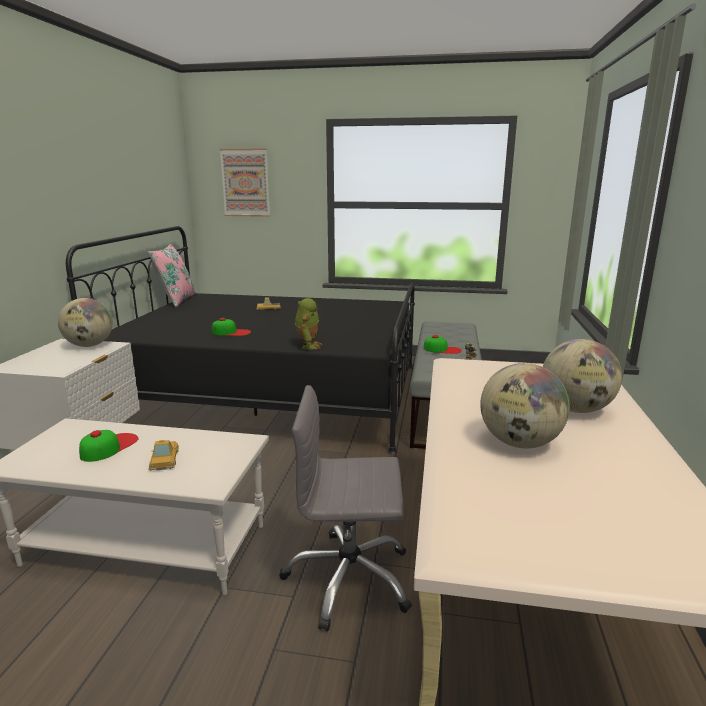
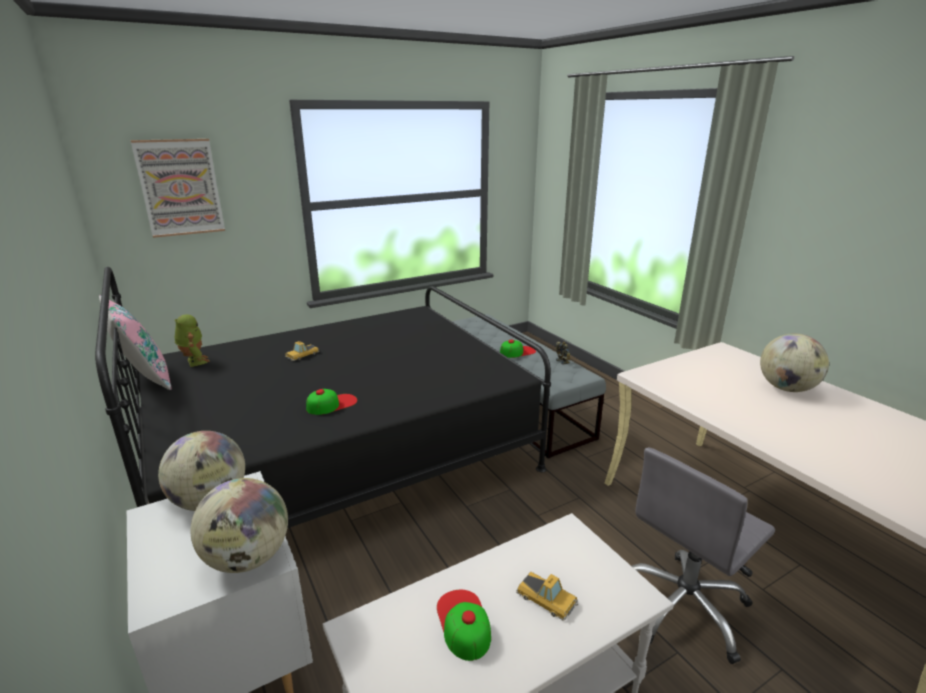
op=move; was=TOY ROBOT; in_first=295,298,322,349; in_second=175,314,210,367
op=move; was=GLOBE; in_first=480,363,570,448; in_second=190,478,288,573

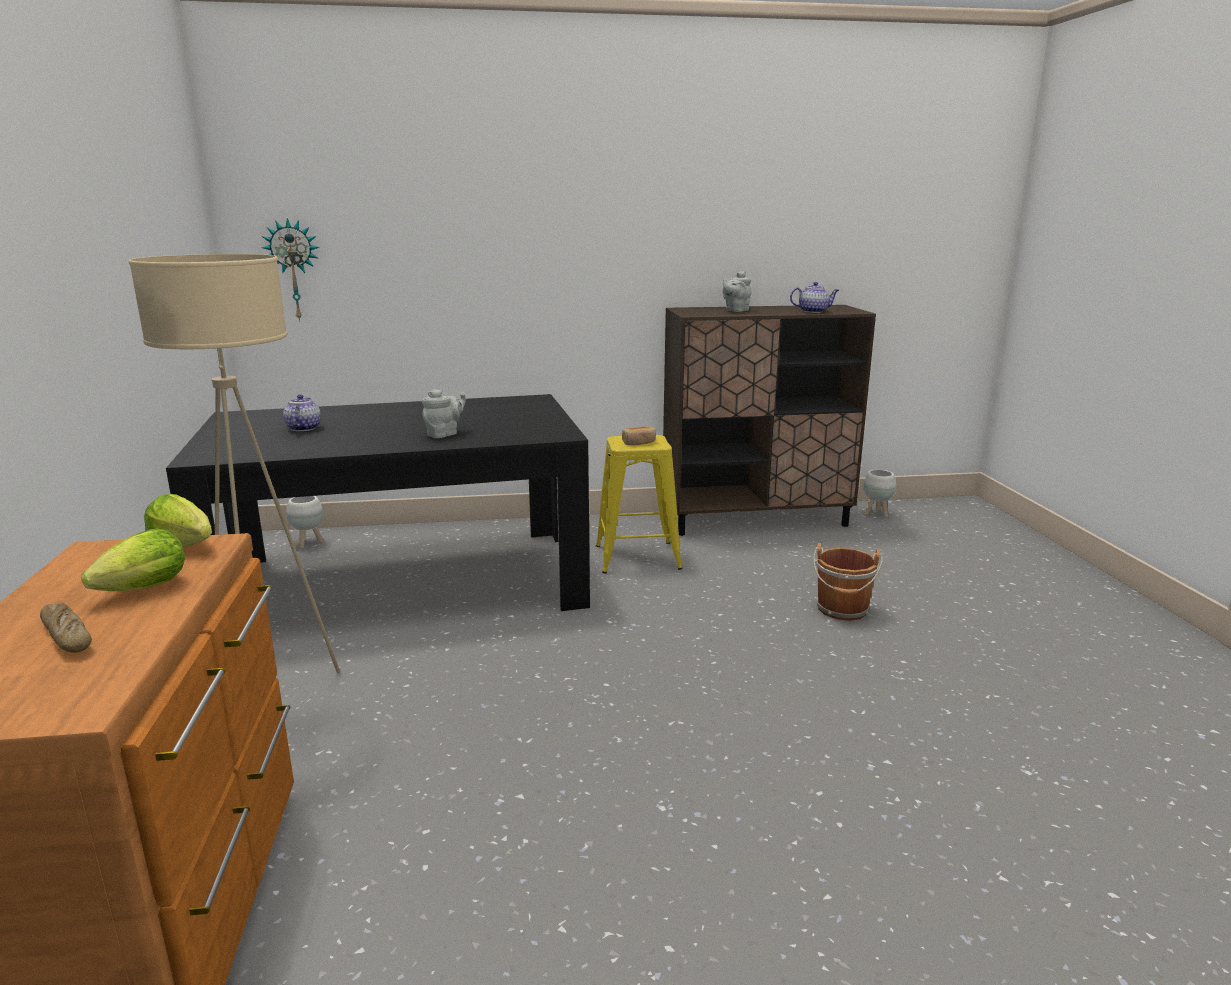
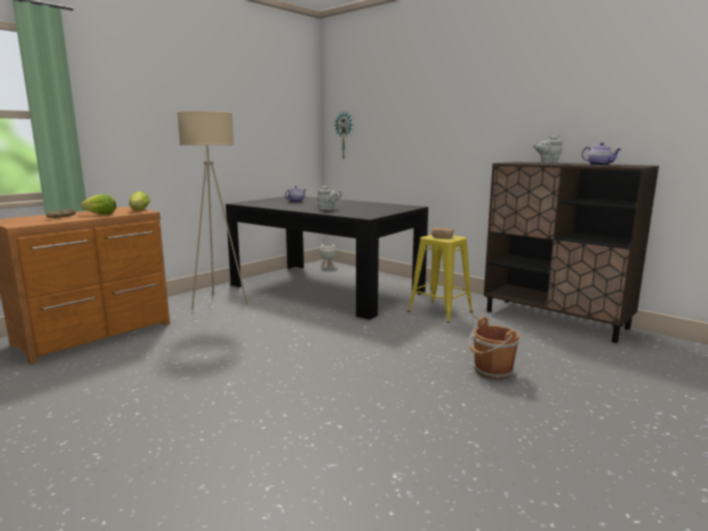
op=delete; was=WHITE PLANTER; in_first=863,469,896,517

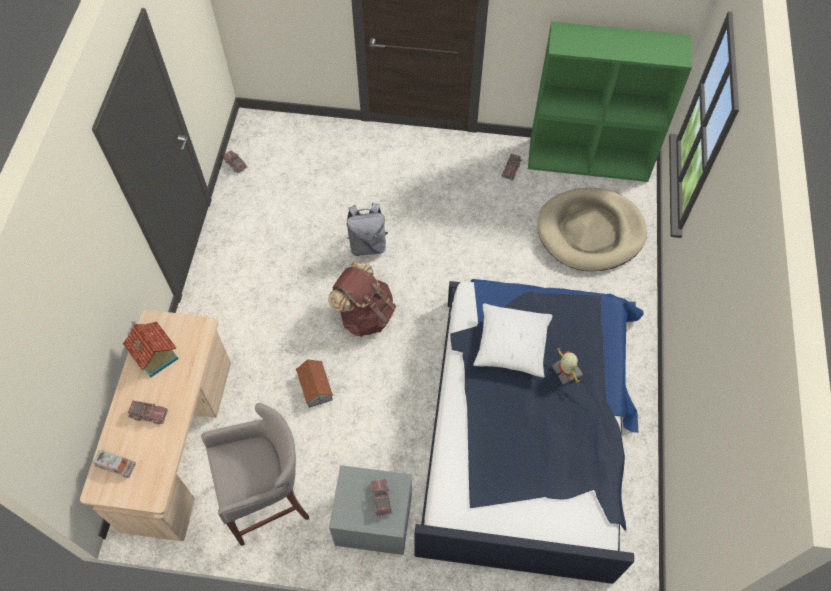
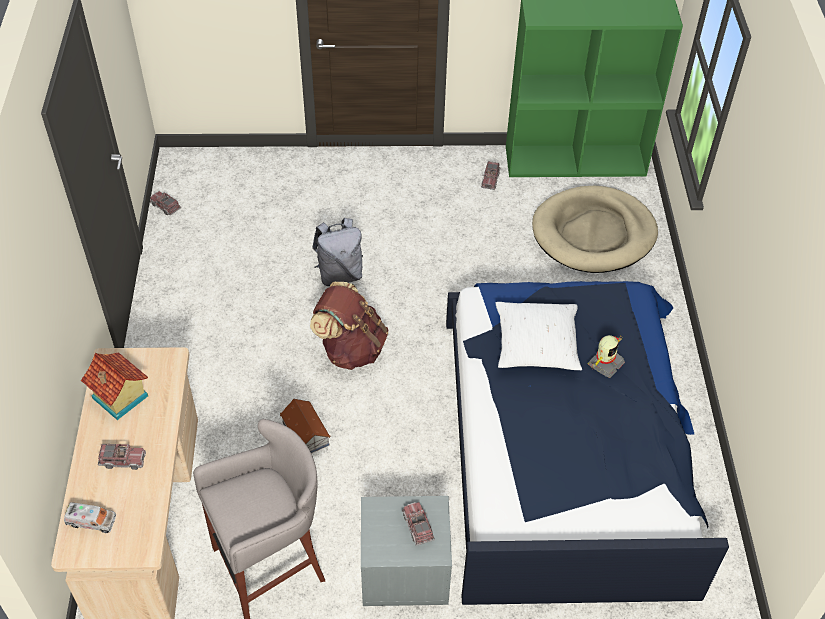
op=rotate; was=TOY ROBOT; in_first=552,347,583,384; in_second=588,335,625,378; clockwise=75

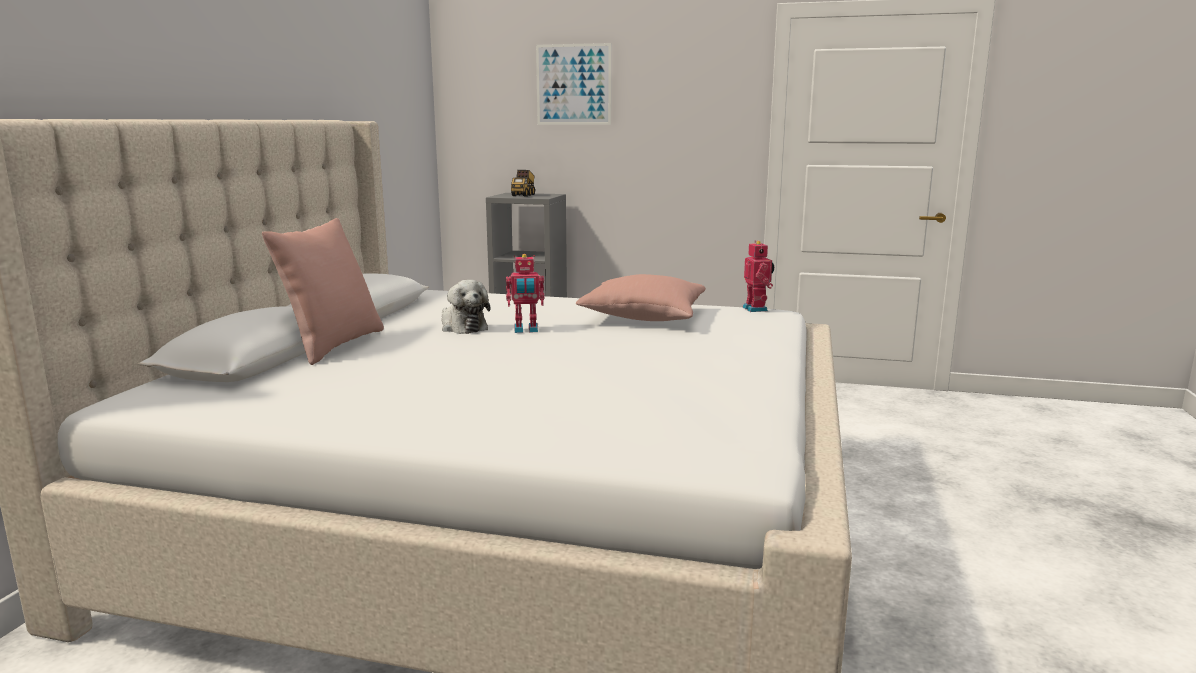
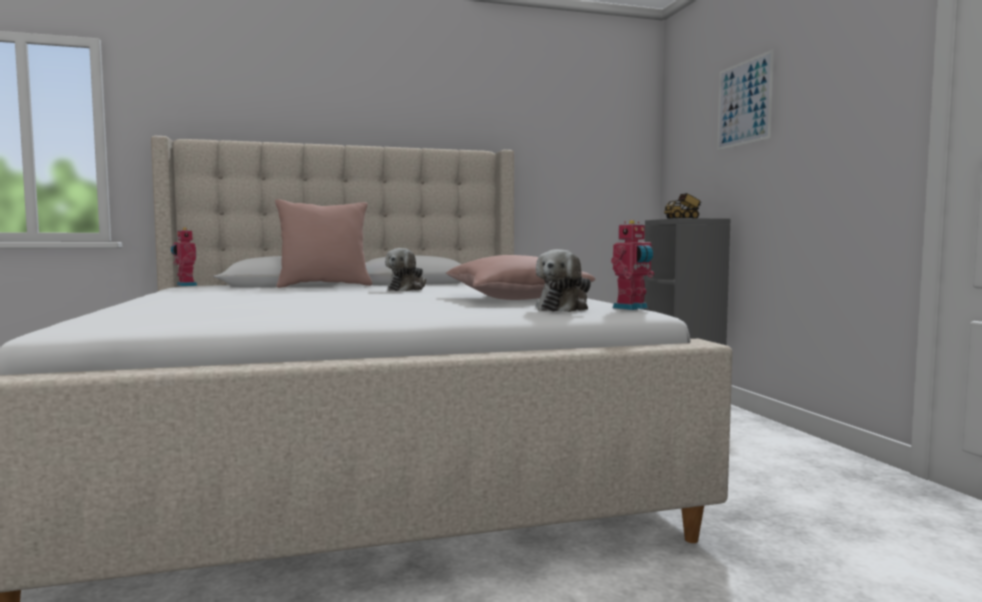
op=move; was=TOY ROBOT; in_first=506,254,545,333; in_second=171,228,197,286
op=insert; now=PLUSH TOY; in_second=536,249,591,312

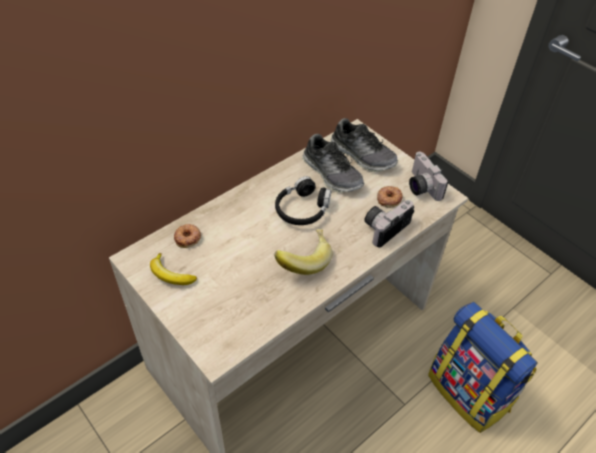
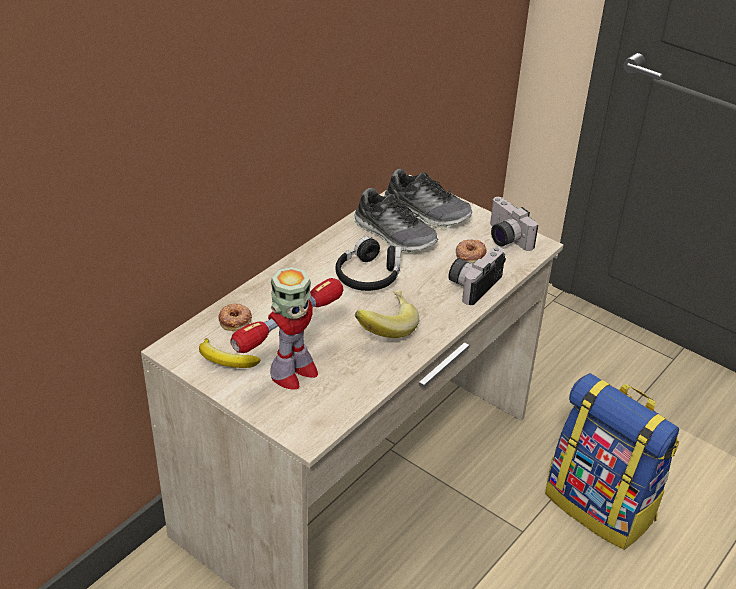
op=insert; now=TOY ROBOT; in_second=230,267,343,390

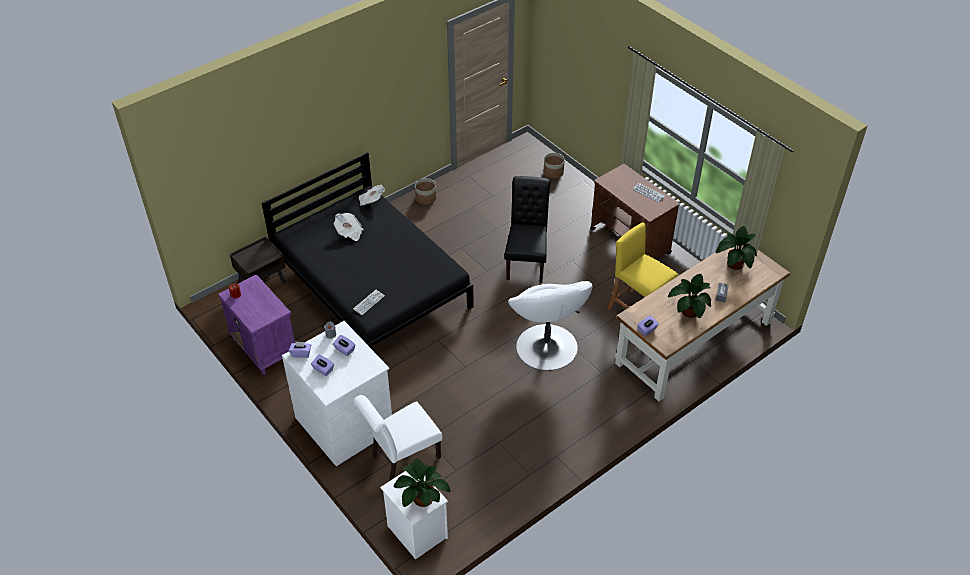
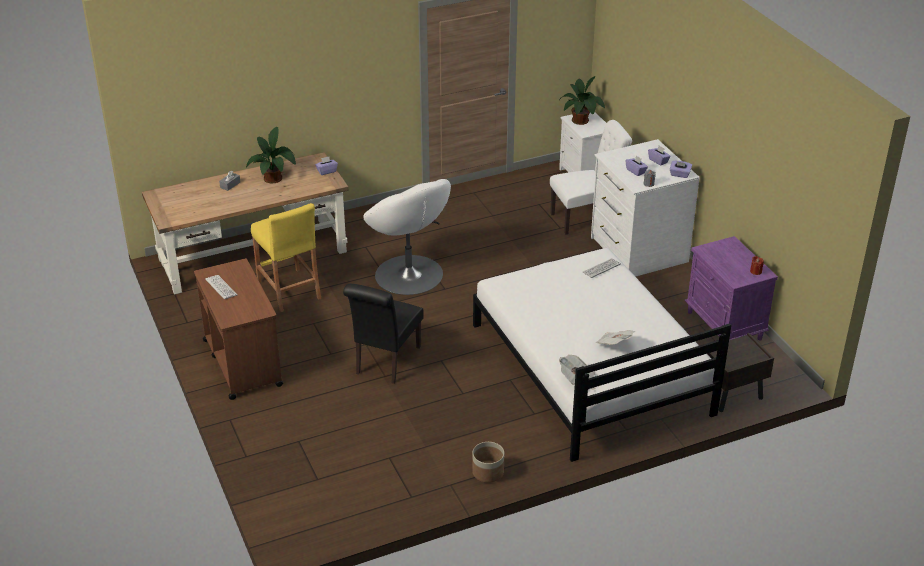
op=recolor; was=BLACK BED; now=WHITE BED; in_first=261,152,474,350; in_second=473,248,731,462
op=delete; was=PLANTER; in_first=544,153,565,178
op=delete; was=POTTED PLANT; in_first=716,226,757,270
op=rotate; was=WHITE ARMCHAIR; in_first=508,281,593,371; in_second=363,179,451,295; clockwise=150

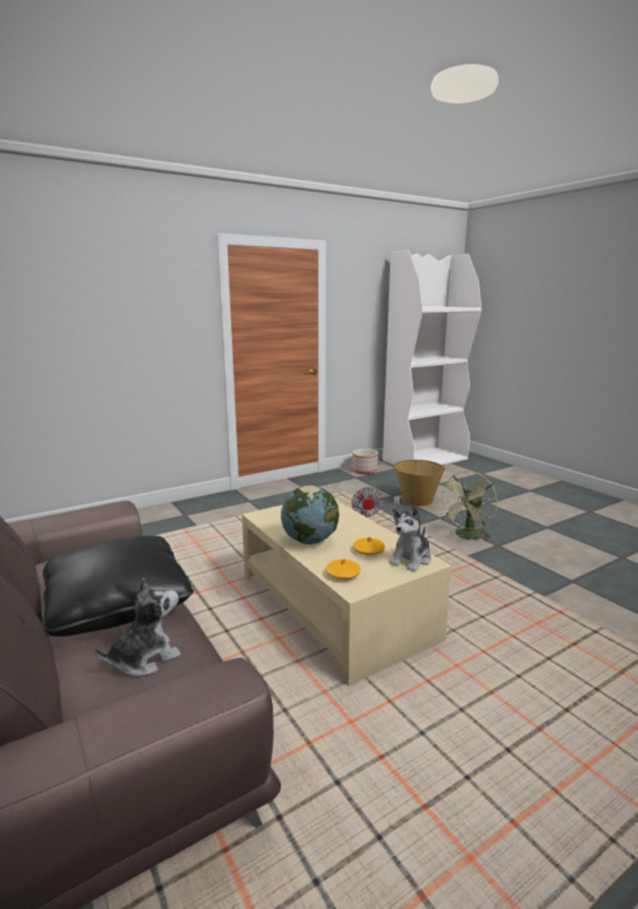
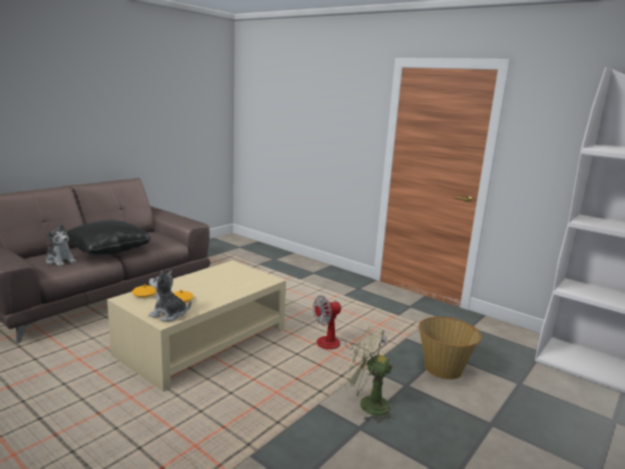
op=delete; was=PLANTER; in_first=352,449,378,474
op=delete; was=GLOBE; in_first=281,485,339,545

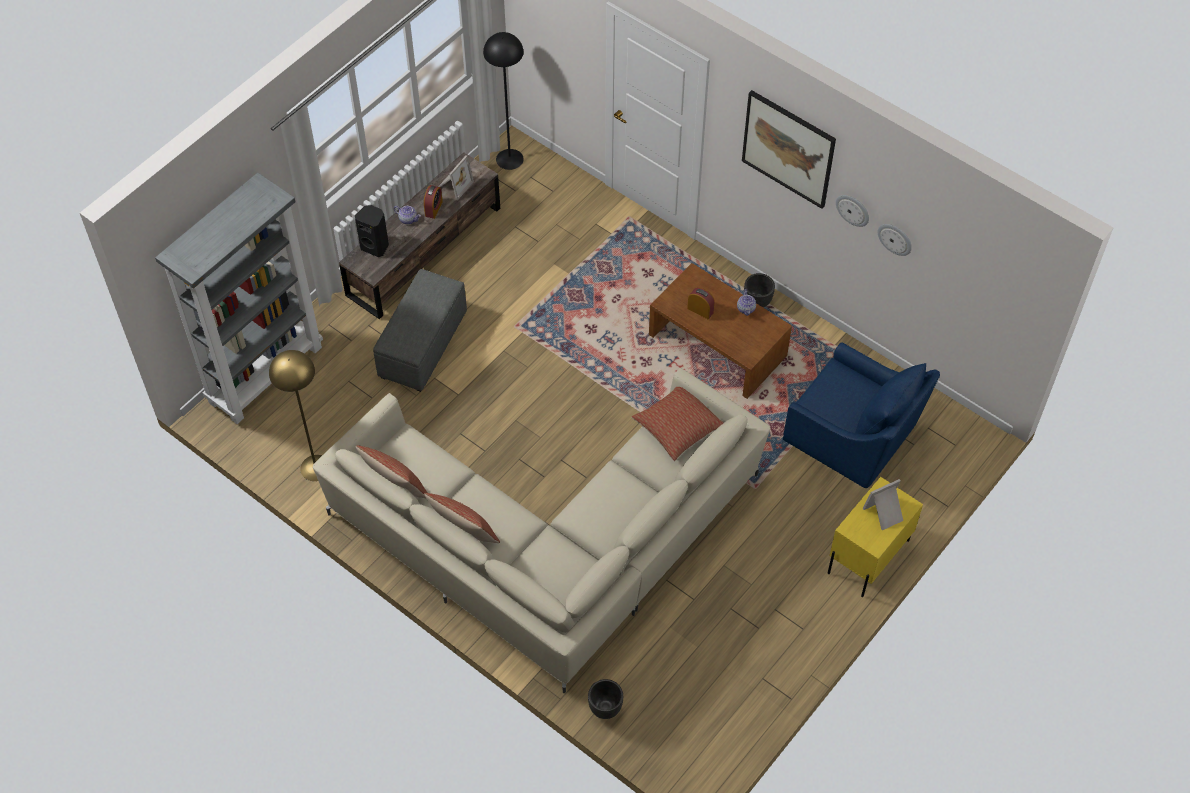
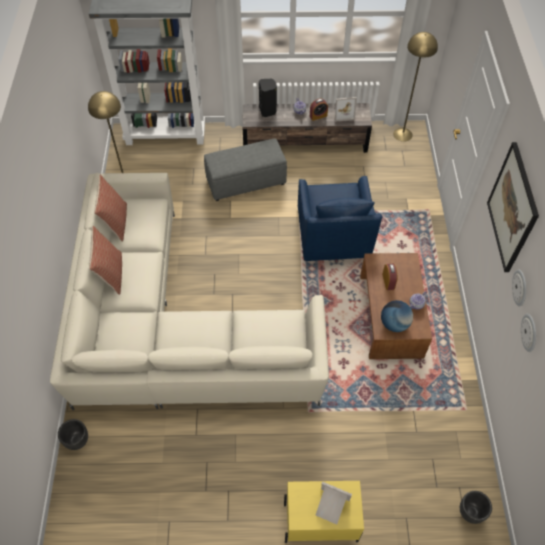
op=recolor; was=BLACK FLOOR LAMP; now=YELLOW FLOOR LAMP; in_first=483,32,524,170; in_second=393,32,438,142
op=move; was=BLACK PLANTER; in_first=744,273,775,307; in_second=460,491,492,524
op=move; was=BLUE ARMCHAIR; in_first=783,342,940,488; in_second=298,176,383,261
op=delete; was=PILLOW; in_first=632,387,723,461
op=insert; now=GLOBE; in_second=381,300,413,332

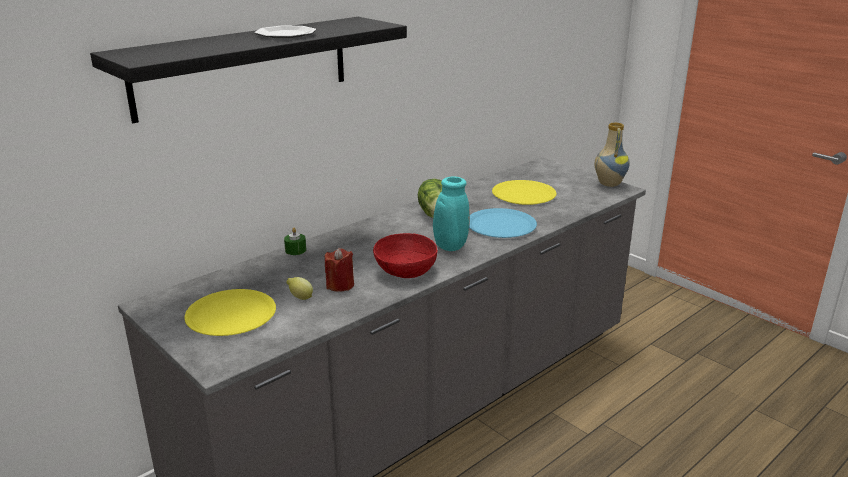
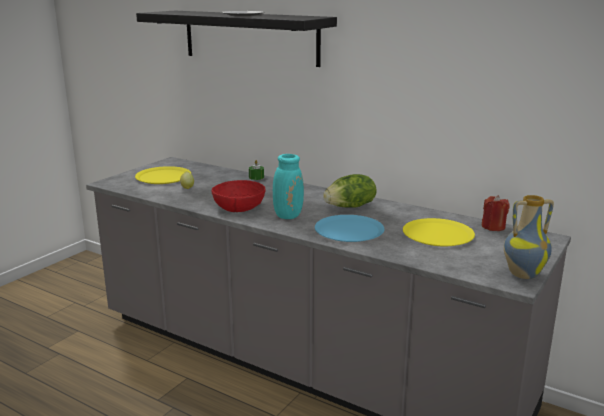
op=move; was=RED CANDLE; in_first=325,248,354,292; in_second=482,195,510,231

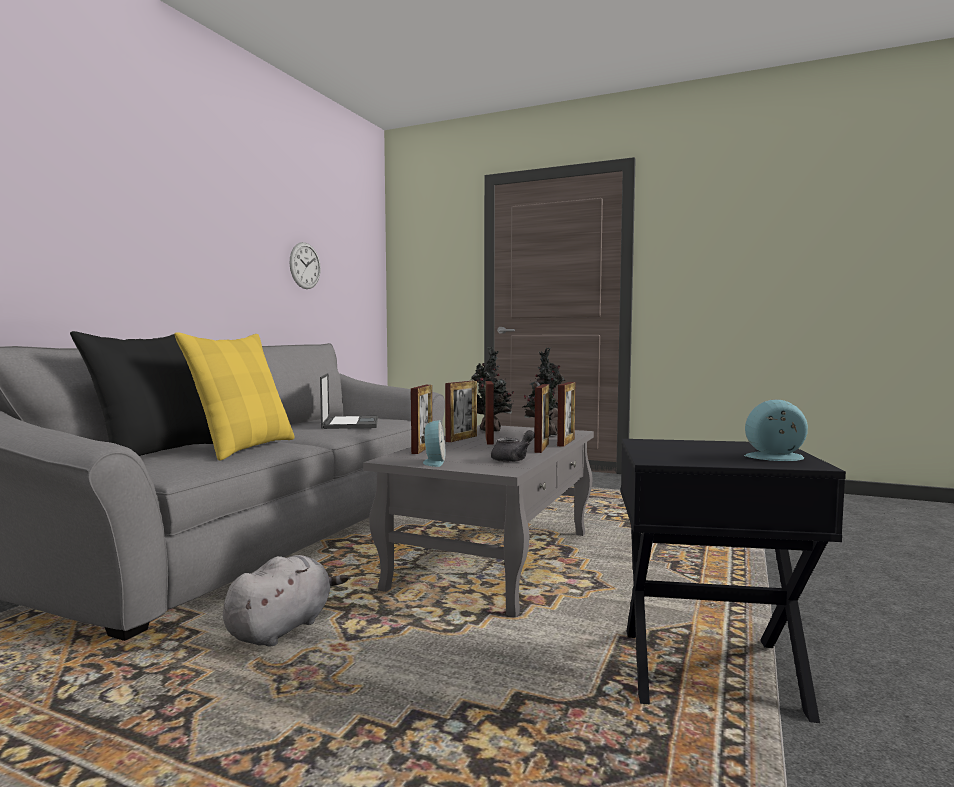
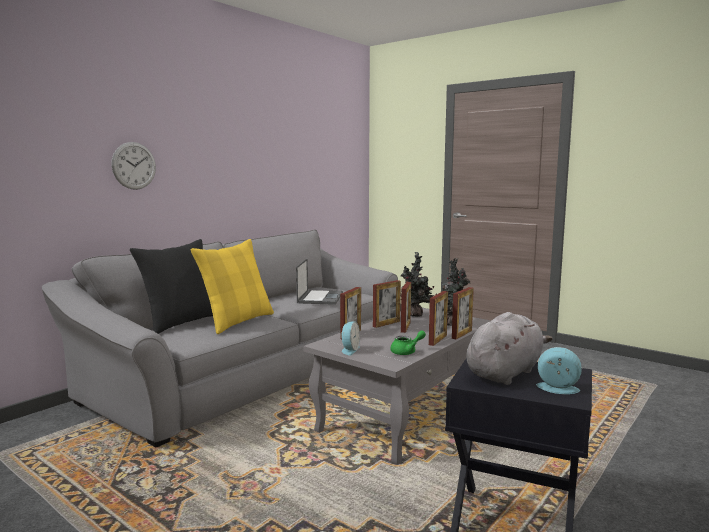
op=move; was=WALL CLOCK; in_first=290,242,321,289; in_second=111,142,156,190
op=recolor; was=GREY TEAPOT; now=GREEN TEAPOT; in_first=491,430,535,462; in_second=390,330,426,355
op=move; was=GREY PLUSH TOY; in_first=223,555,349,647; in_second=466,312,553,385

